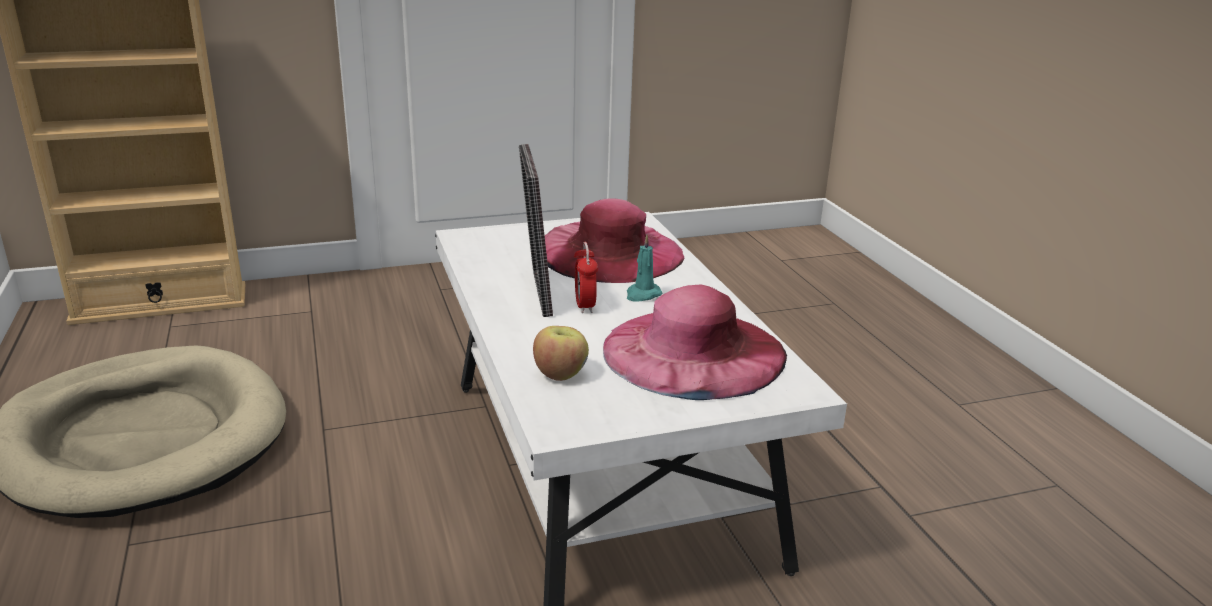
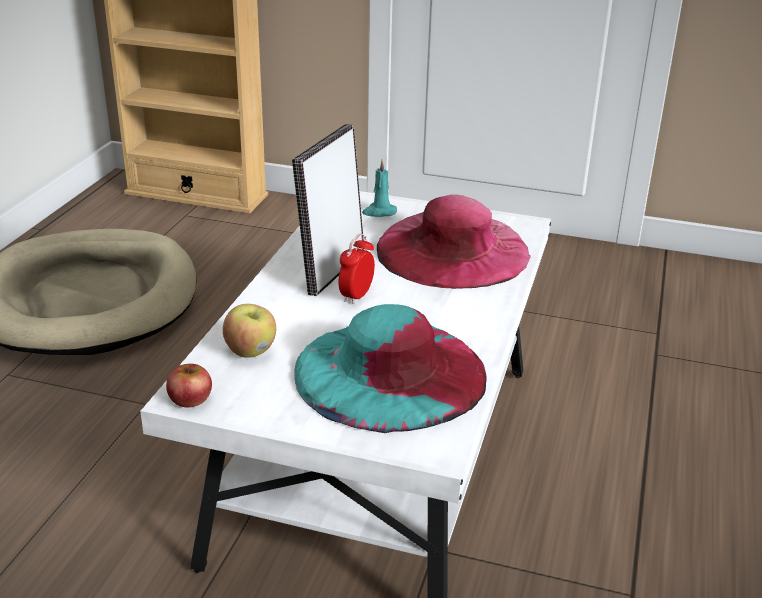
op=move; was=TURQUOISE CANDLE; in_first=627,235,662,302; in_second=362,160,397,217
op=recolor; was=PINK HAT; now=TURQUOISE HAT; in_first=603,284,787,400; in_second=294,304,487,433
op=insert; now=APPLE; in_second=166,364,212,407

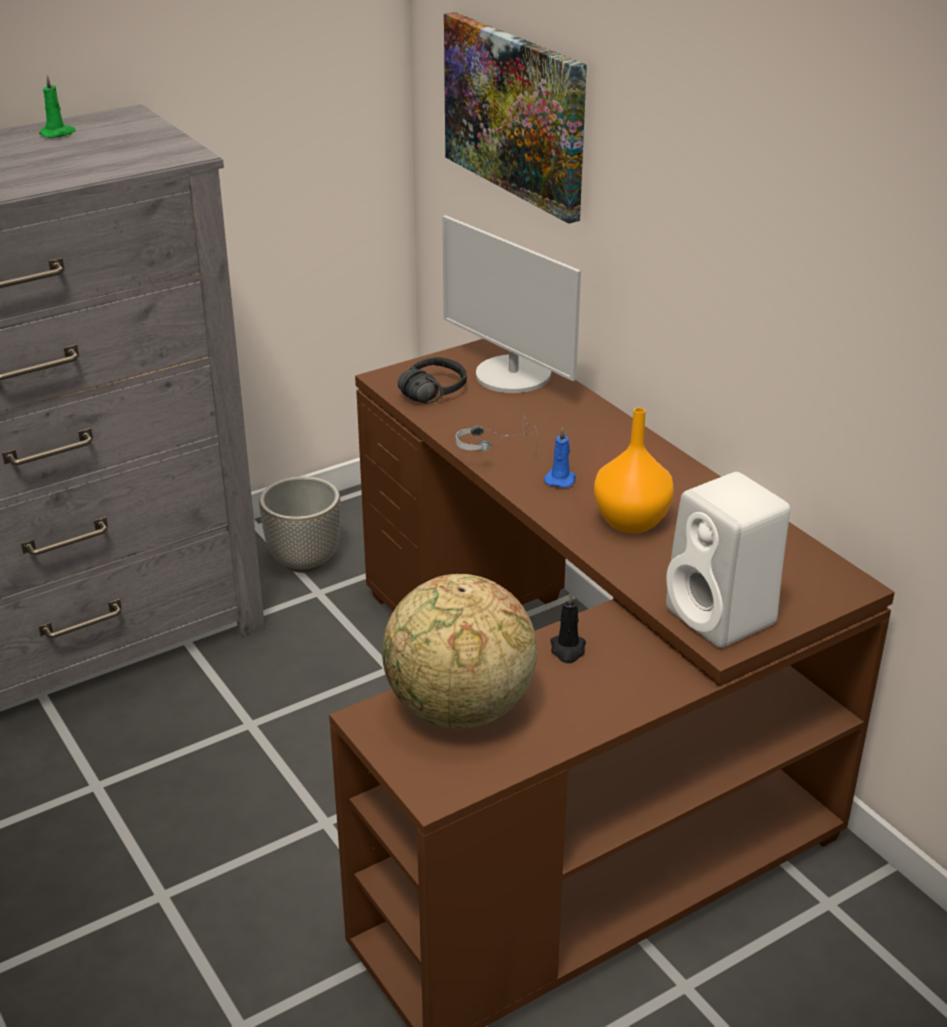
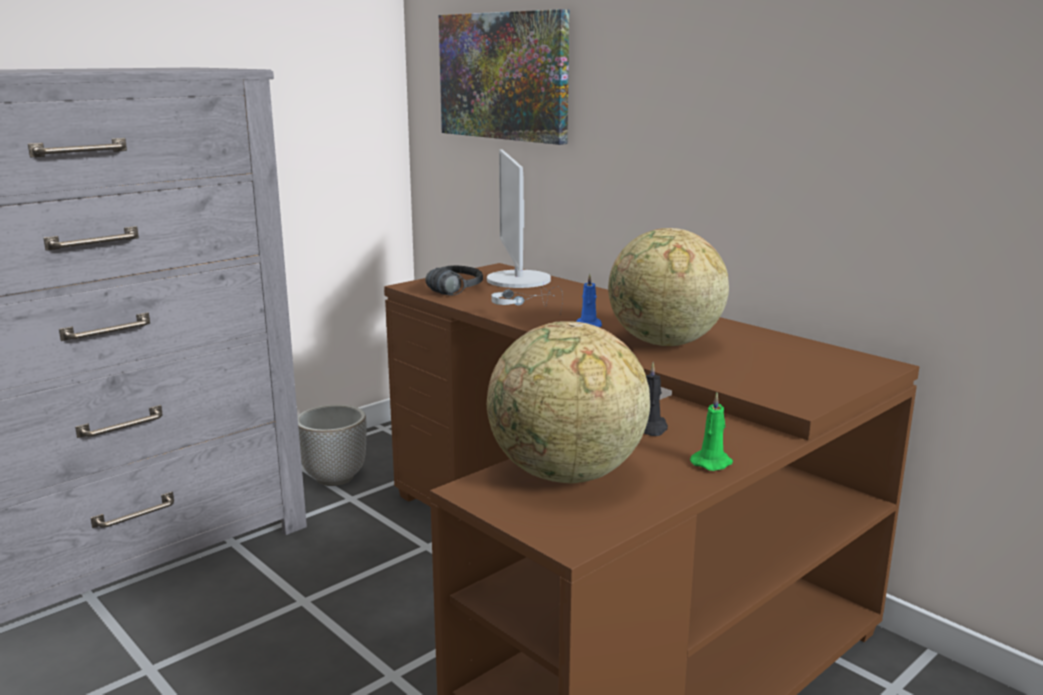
op=move; was=GREEN CANDLE; in_first=39,75,76,138; in_second=690,393,733,471
op=rotate; was=MONITOR; in_first=442,215,581,393; in_second=487,149,551,288; clockwise=45
op=replace; was=ORANGE VASE; now=GLOBE; in_first=594,407,674,534; in_second=608,228,729,346
op=delete; was=WHITE SPEAKER; in_first=666,472,790,648

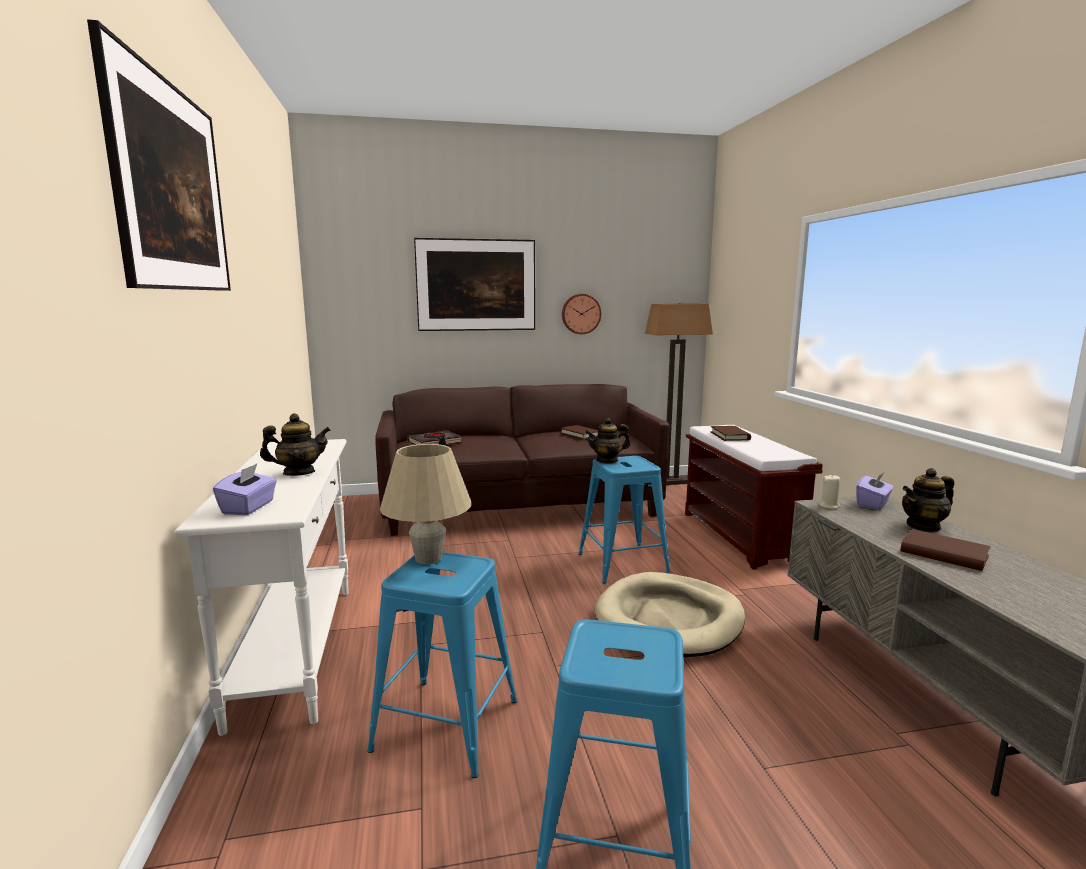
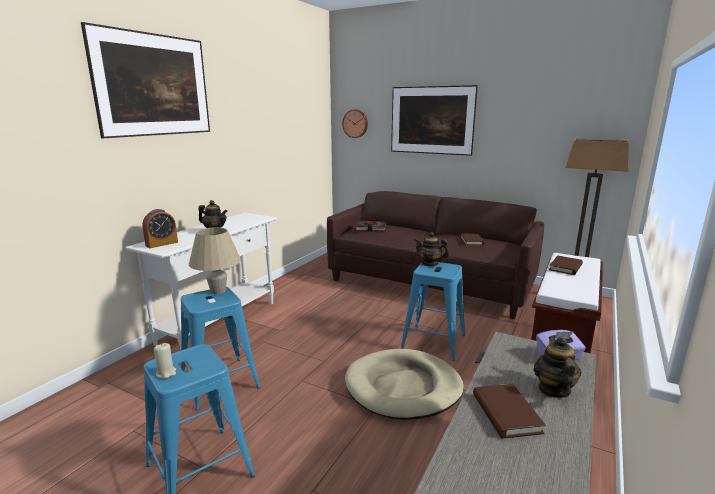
op=move; was=WALL CLOCK; in_first=562,294,601,334; in_second=342,109,368,138
op=replace; was=PURPLE TISSUE BOX; now=ALARM CLOCK; in_first=213,464,277,515; in_second=142,209,178,248
op=rotate; was=TEAPOT; in_first=902,468,954,532; in_second=534,336,582,398; clockwise=75
op=move; was=BEIGE CANDLE; in_first=818,474,841,509; in_second=154,343,176,378

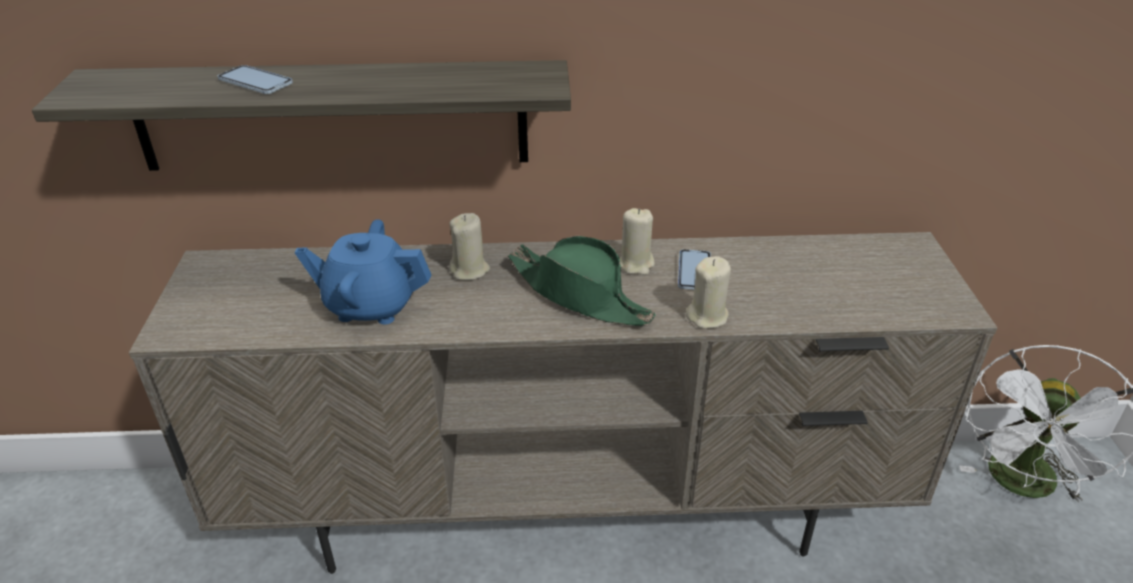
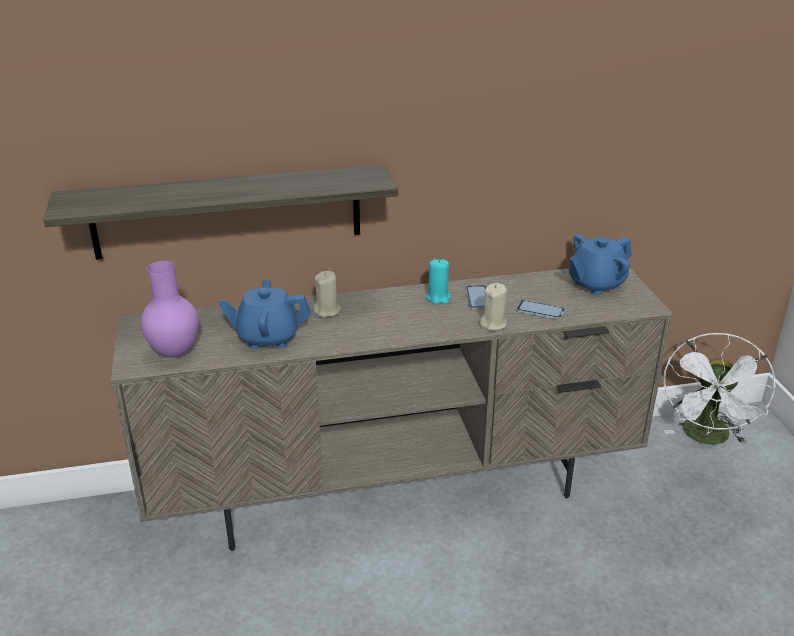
op=move; was=PHONE; in_first=218,65,293,94; in_second=517,300,565,319
op=recolor; was=BEIGE CANDLE; now=TURQUOISE CANDLE; in_first=620,208,655,275; in_second=426,259,451,304
op=delete; was=GREEN HAT; in_first=508,236,656,326
op=insert; now=BLUE TEAPOT; in_second=569,234,632,296
op=insert; now=PURPLE VASE; in_second=141,261,199,357

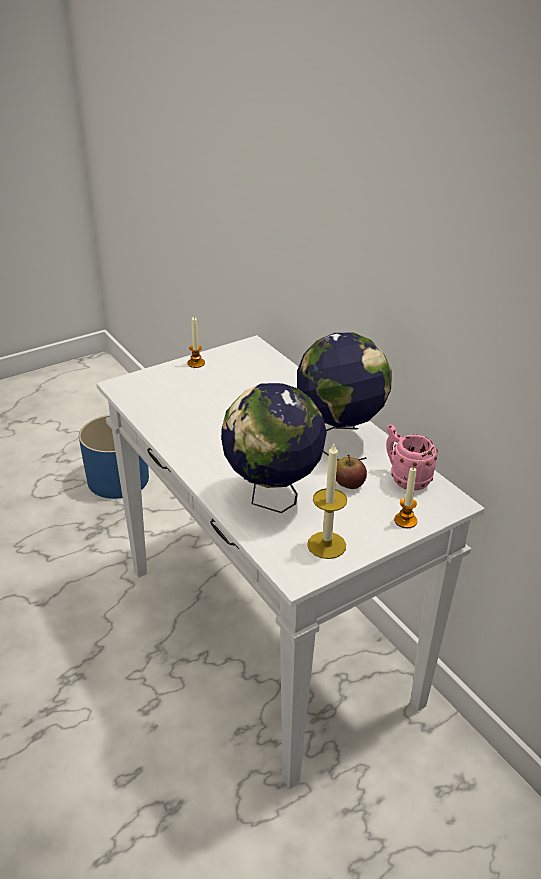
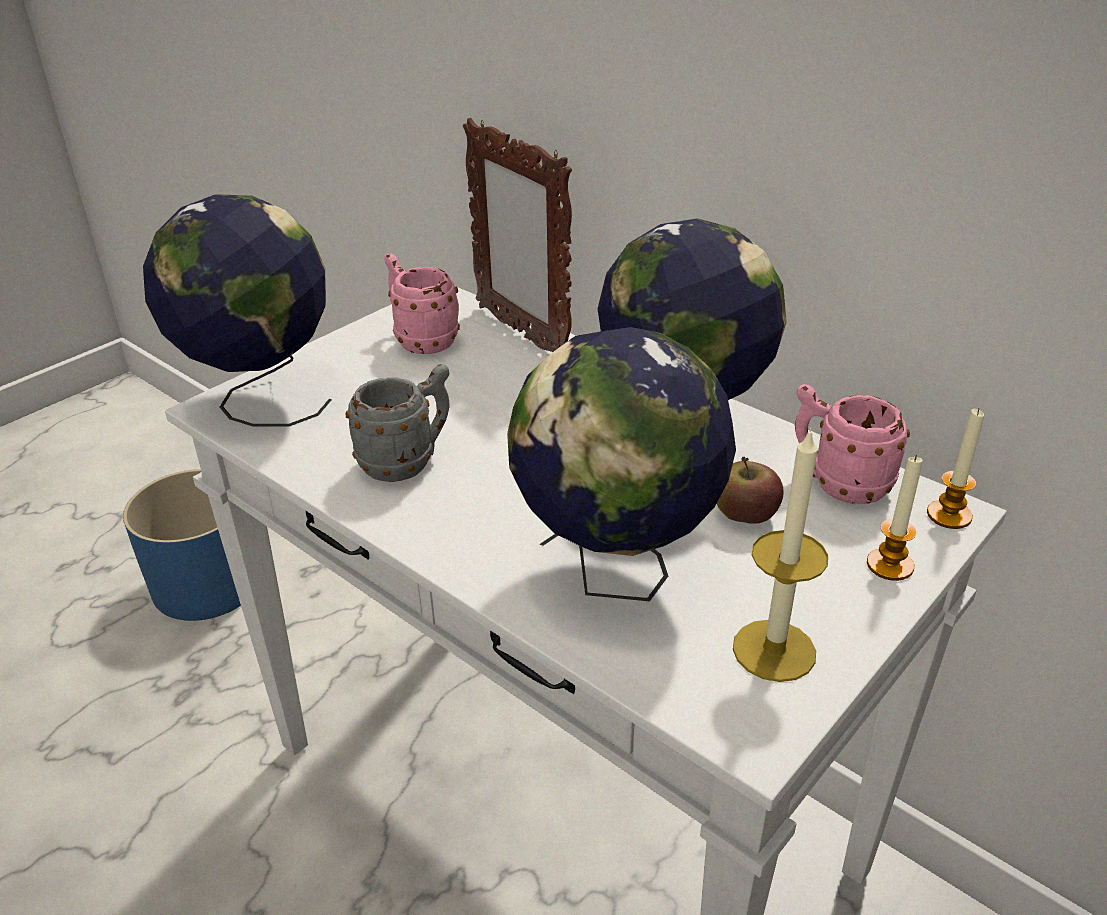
op=move; was=CANDLE; in_first=188,317,205,368; in_second=927,409,984,529
op=insert; now=PICTURE FRAME; in_second=463,118,572,352
op=insert; now=GLOBE; in_second=143,194,331,427
op=insert; now=PINK MUG; in_second=384,253,460,354
op=insert; now=GREY MUG; in_second=346,364,450,482

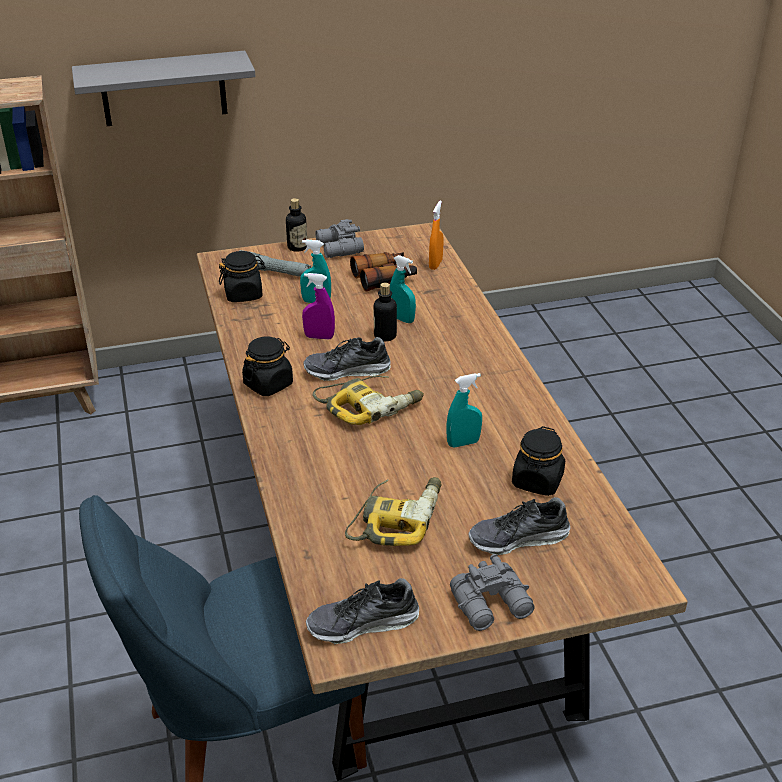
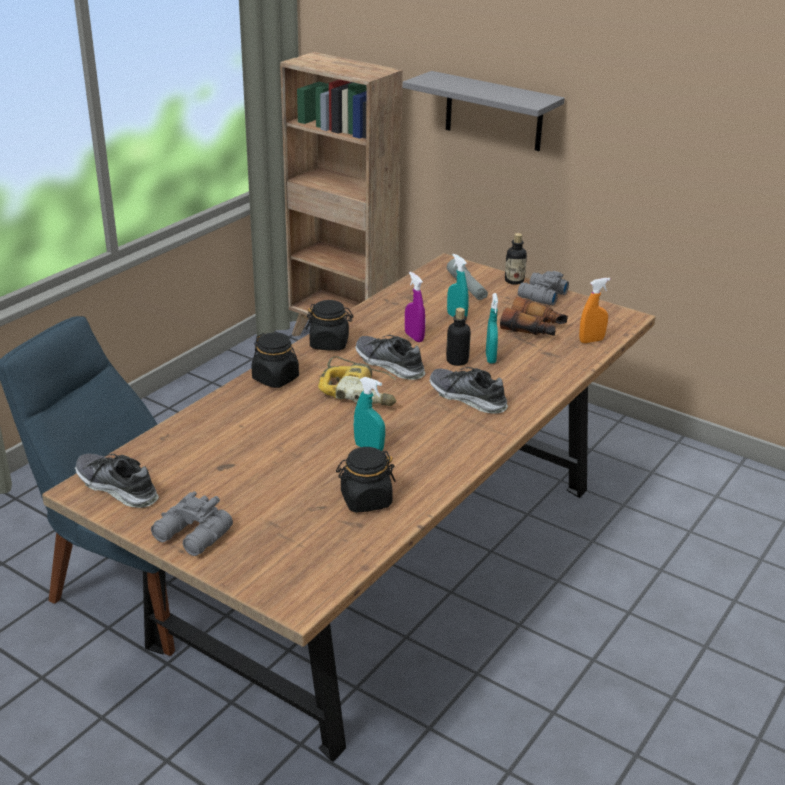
op=move; was=BLACK JAR; in_first=219,251,266,302; in_second=251,333,299,388
op=delete; was=POWER DRILL; in_first=345,477,442,546
op=move; was=SHOE; in_first=469,497,570,555; in_second=429,367,508,414

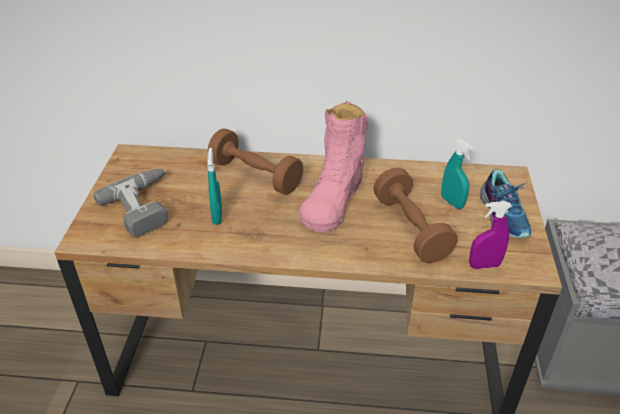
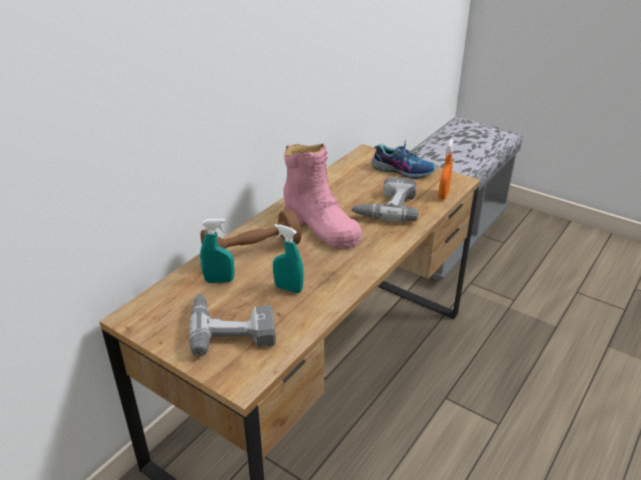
op=move; was=TURQUOISE SPRAY BOTTLE; in_first=441,139,474,209; in_second=200,219,234,283
op=replace; was=BROWN DUMBBELL; now=POWER DRILL; in_first=373,168,458,263; in_second=351,177,418,222
op=recolor; was=PURPLE SPRAY BOTTLE; now=ORANGE SPRAY BOTTLE; in_first=469,201,512,269; in_second=438,139,454,200

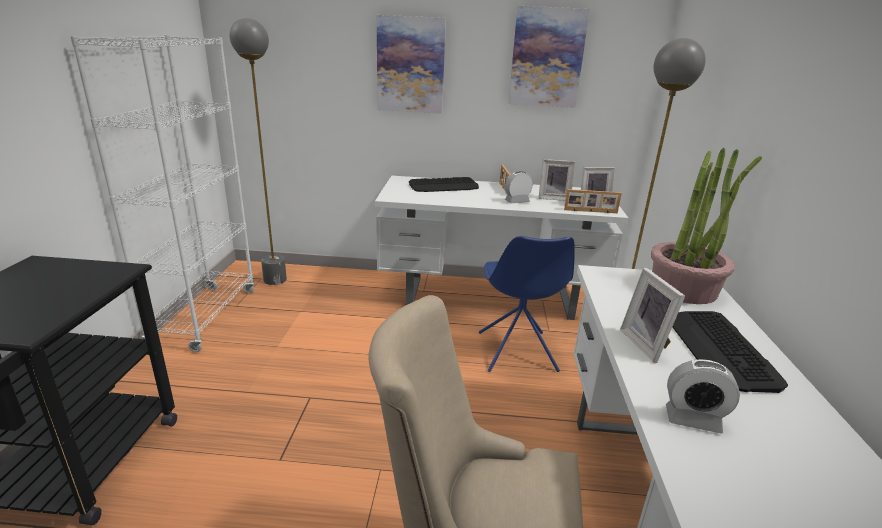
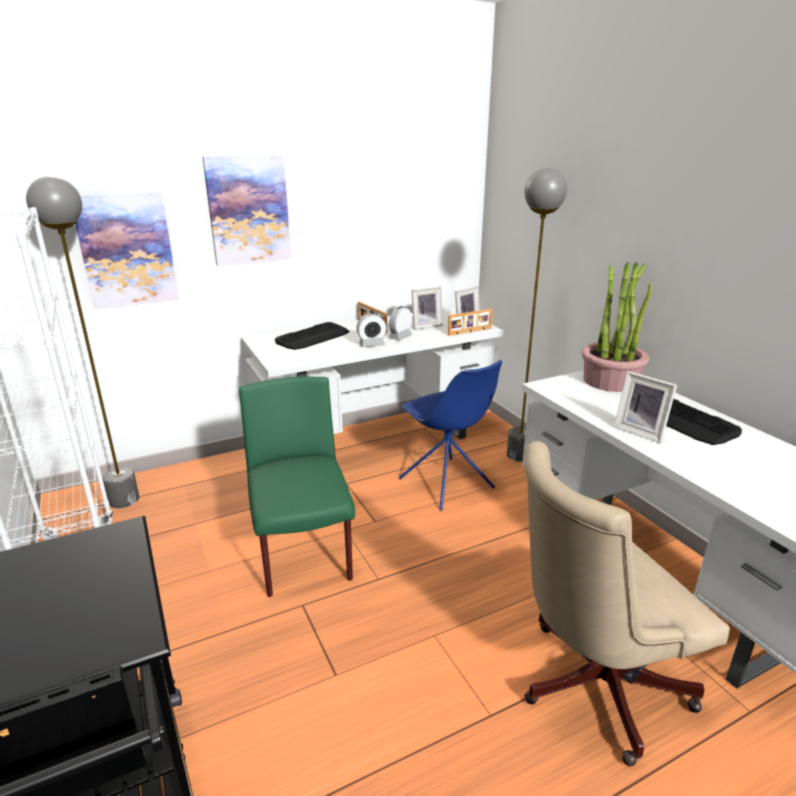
op=move; was=PICTURE; in_first=508,6,590,108; in_second=75,191,179,309
op=move; was=ALARM CLOCK; in_first=666,359,740,434; in_second=356,313,387,347
op=insert; now=GREEN CHAIR; in_second=239,377,355,597

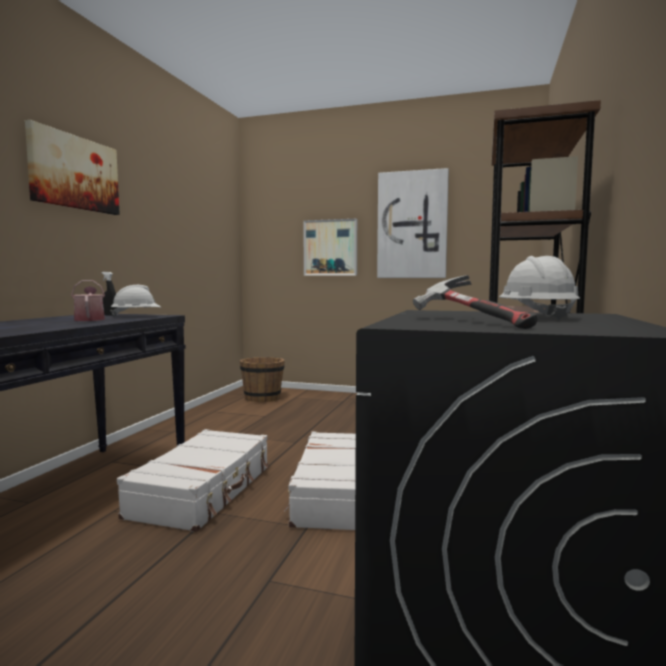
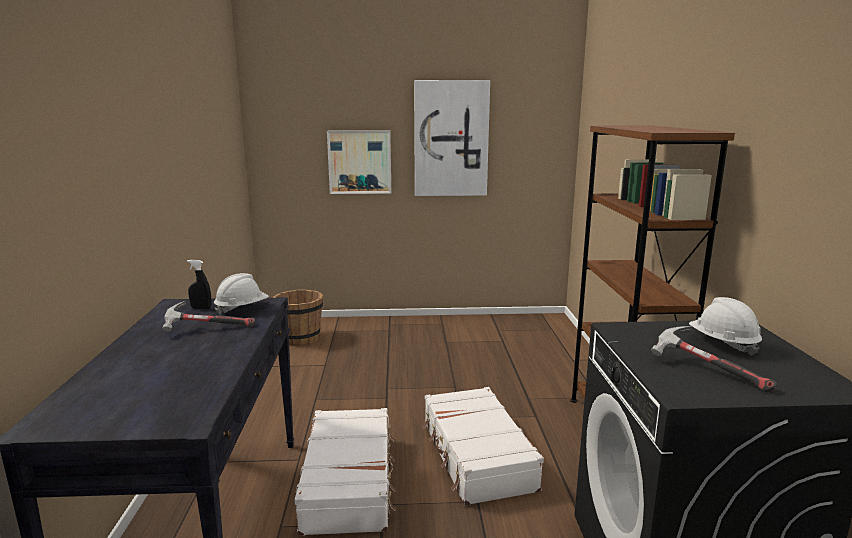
op=delete; was=PICTURE; in_first=25,120,120,215
op=replace; was=WATERING CAN; now=HAMMER; in_first=71,280,105,321; in_second=162,301,255,332

